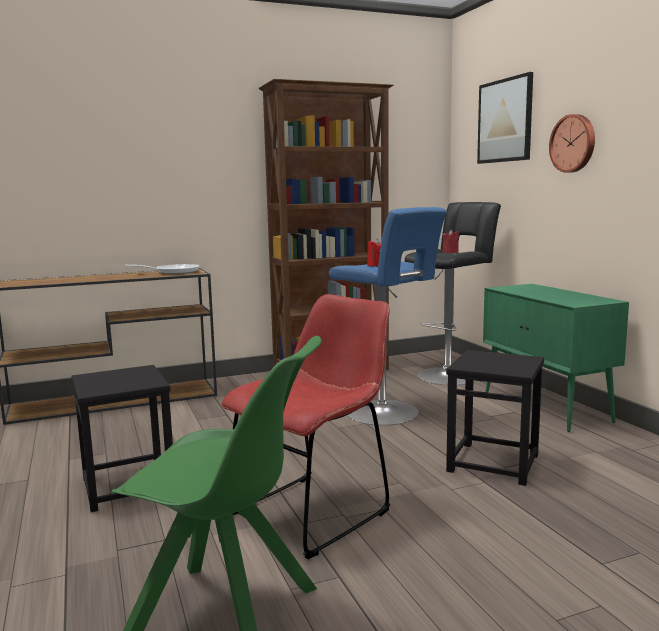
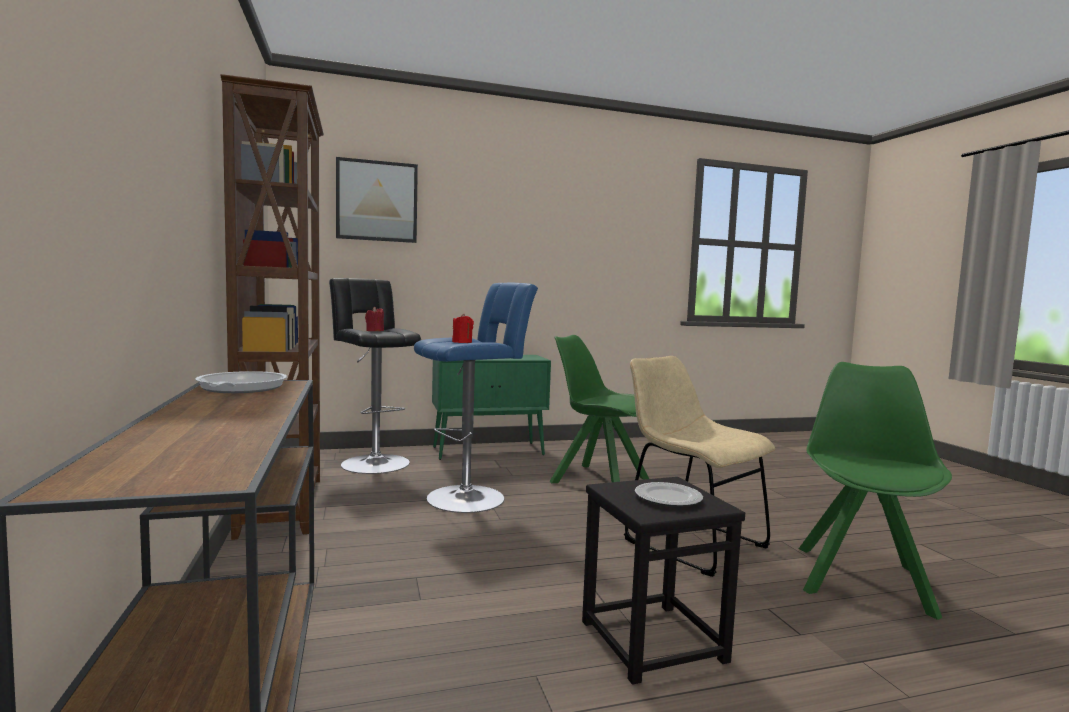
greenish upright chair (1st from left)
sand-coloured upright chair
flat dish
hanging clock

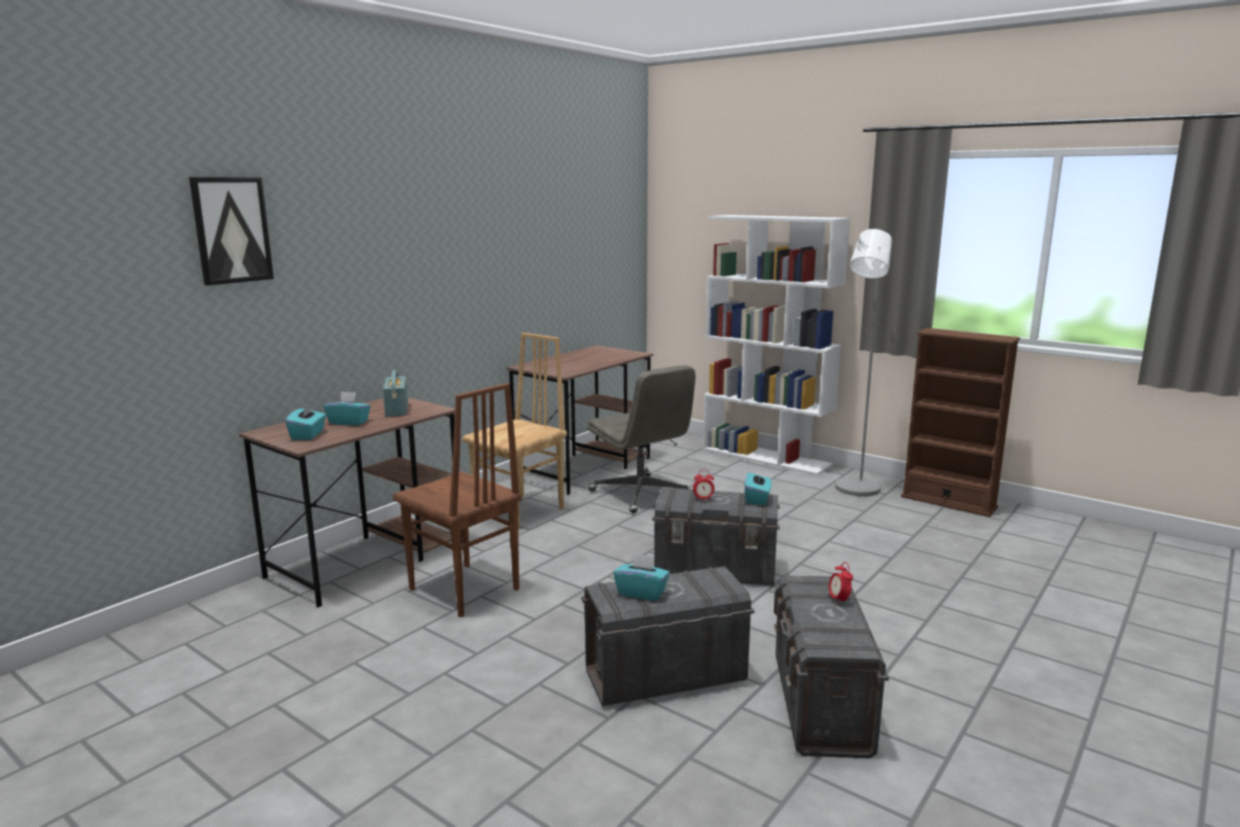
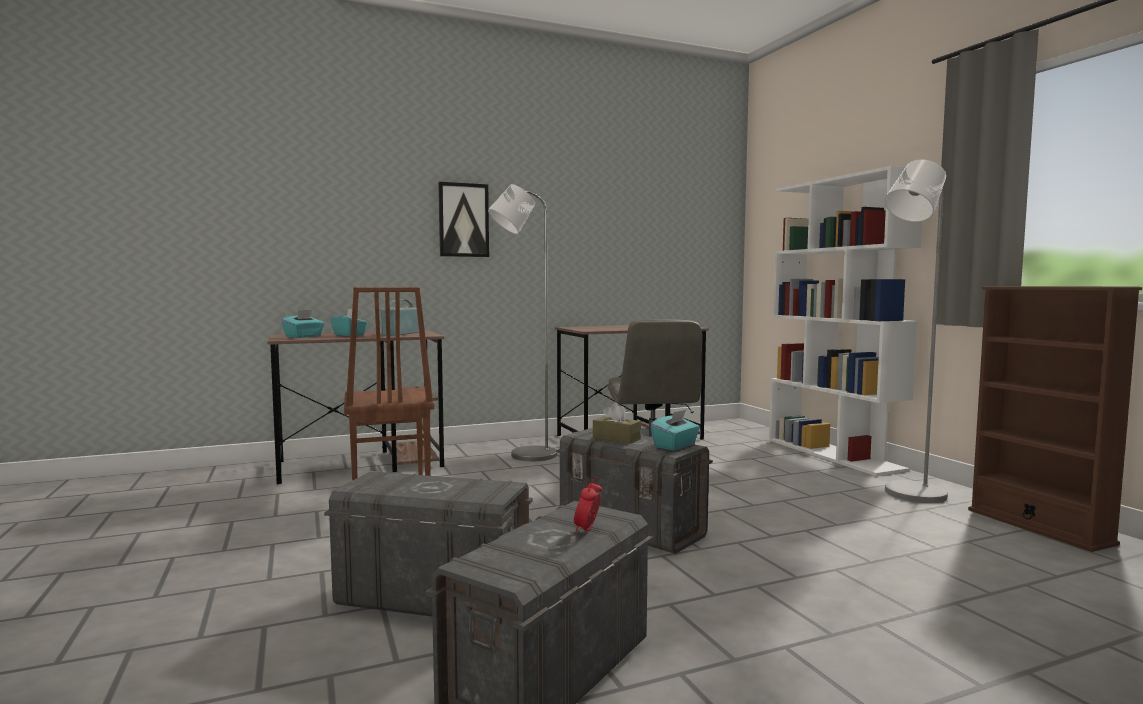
wall picture
grey floor lamp (1st from left)
brown-coloured box of tissues
turquoise box of tissues (3rd from left in the first image)

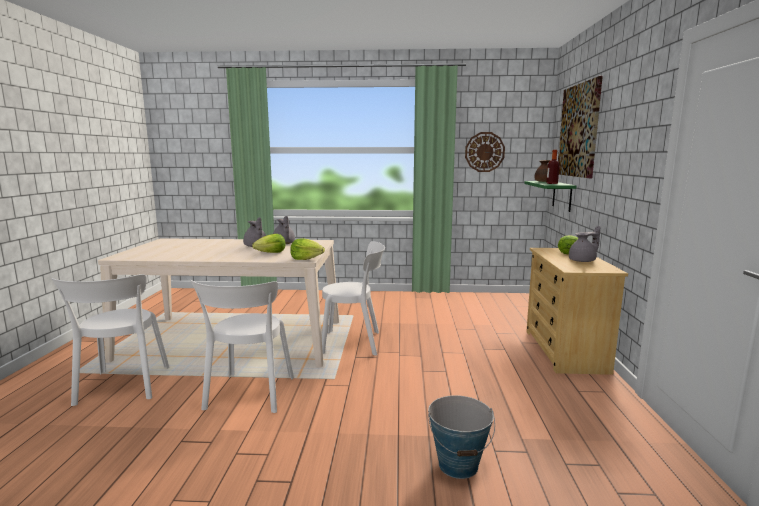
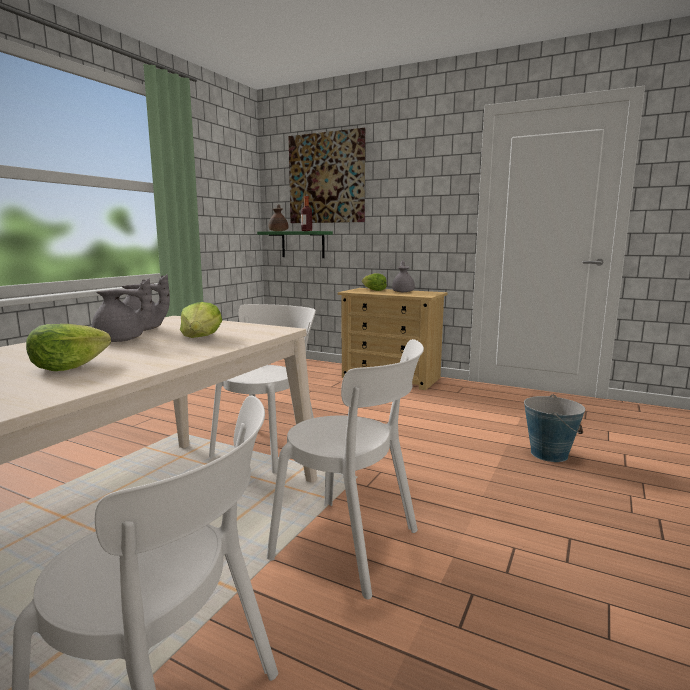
lettuce head (1st from left)
hanging clock

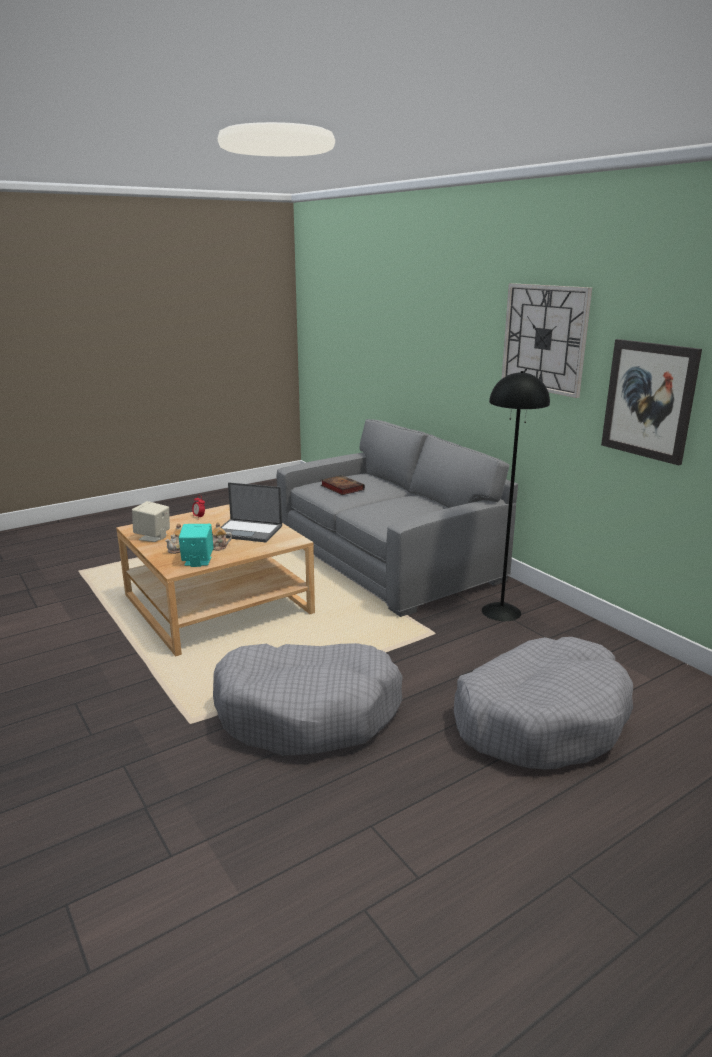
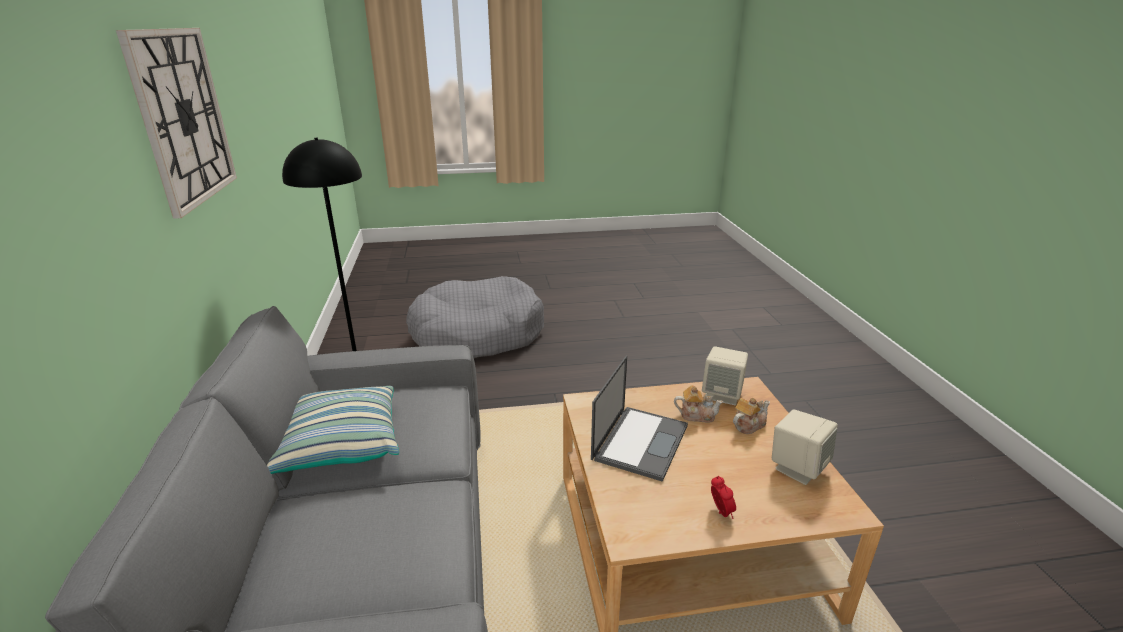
pillow
portable computer
sand-coloured speaker (1st from left)
grey dog bed (1st from left in the first image)
volume
wall picture

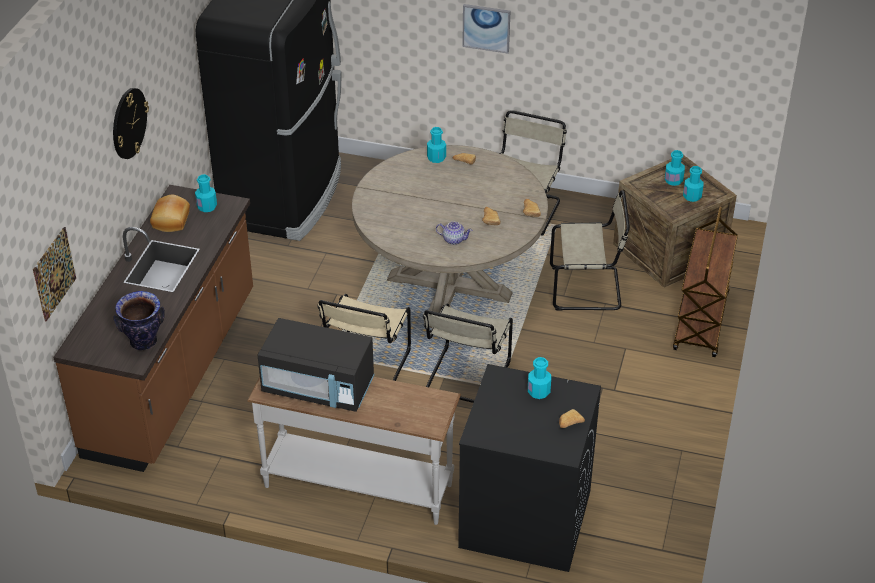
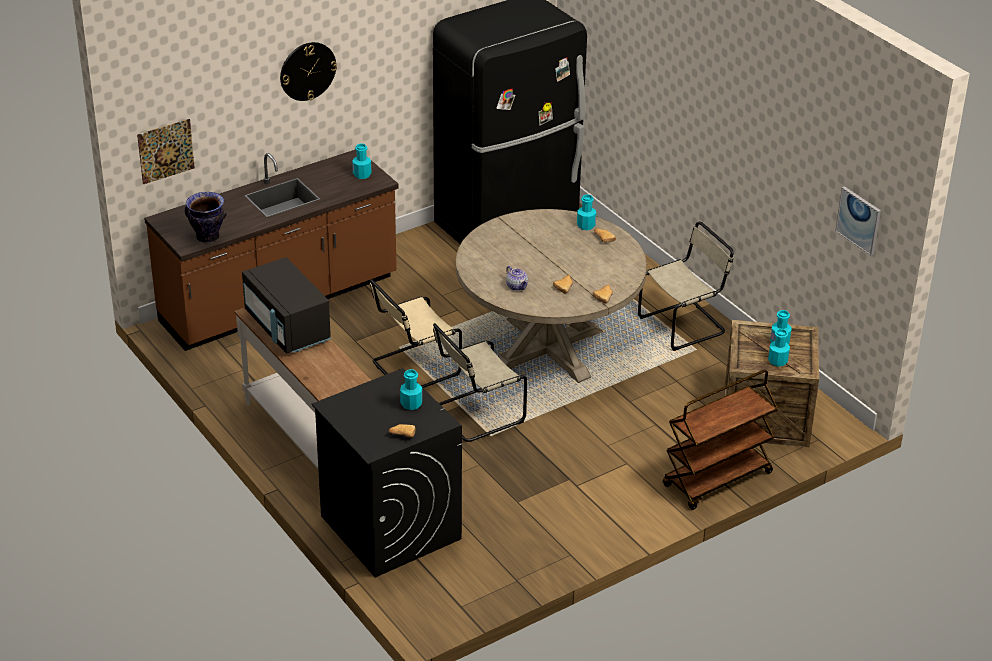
wall picture (2nd from left)
bakery bread (1st from left in the first image)
sand-coloured upright chair (4th from left in the first image)

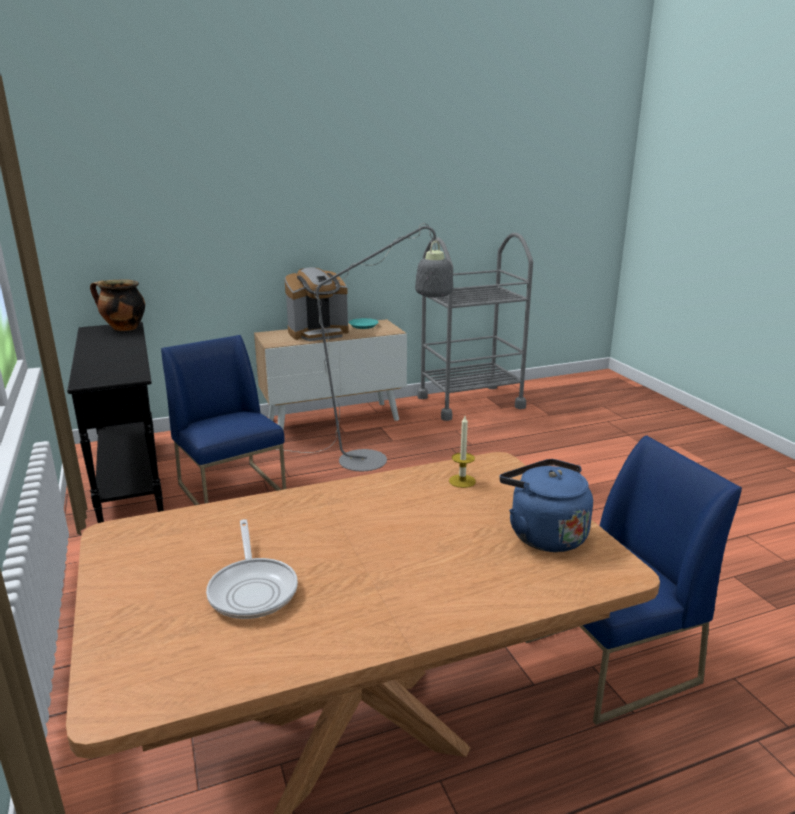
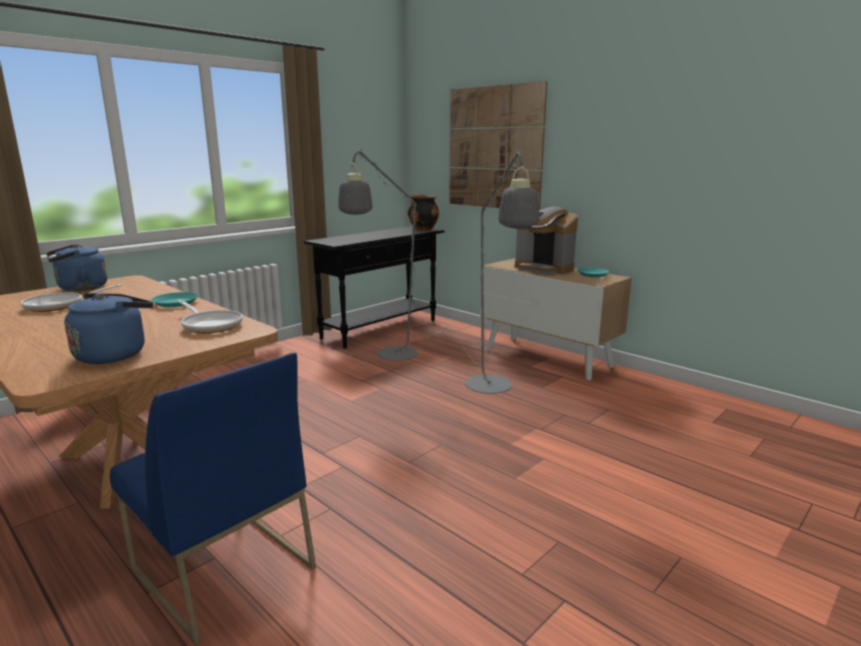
bluish kettle (1st from left)
turquoise flat dish (1st from left)
skillet (2nd from left)
grey floor lamp (1st from left)
wall picture
grey wheeled cart

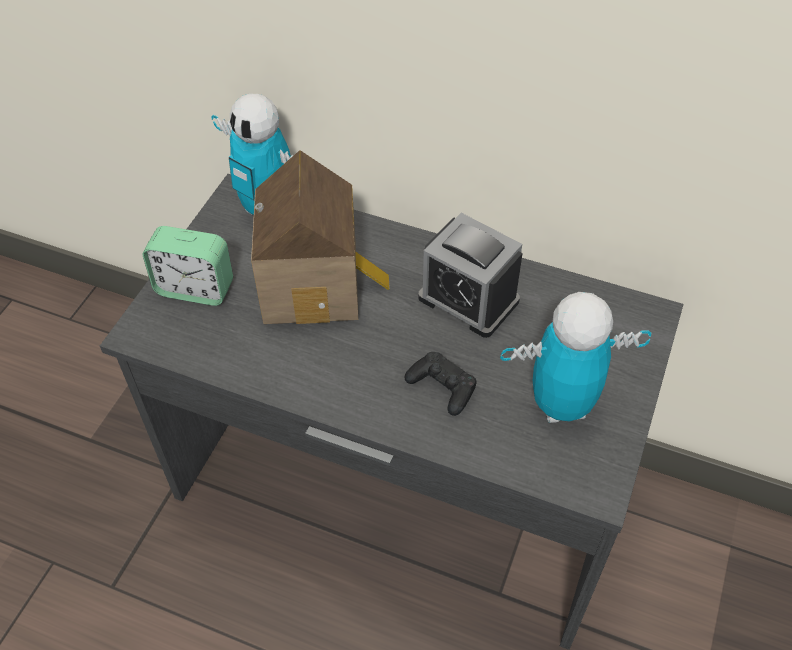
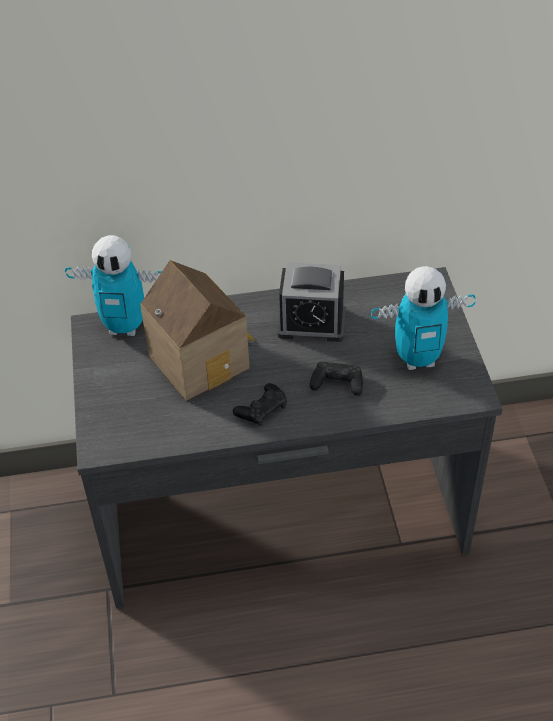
black game controller (1st from left)
model robot (2nd from left)
bedside clock (1st from left in the first image)

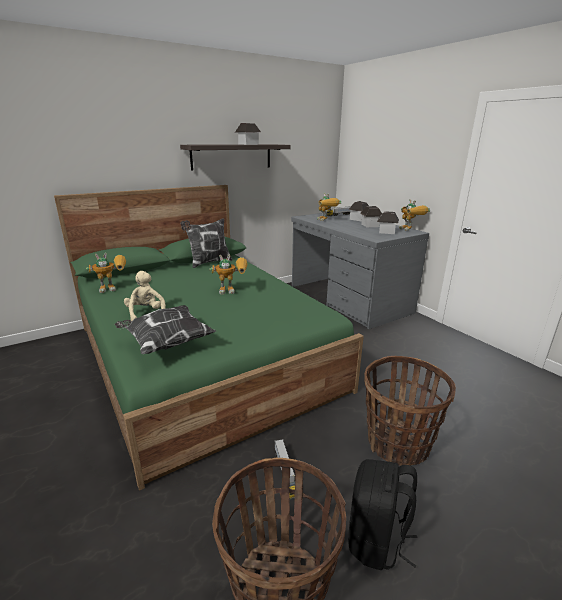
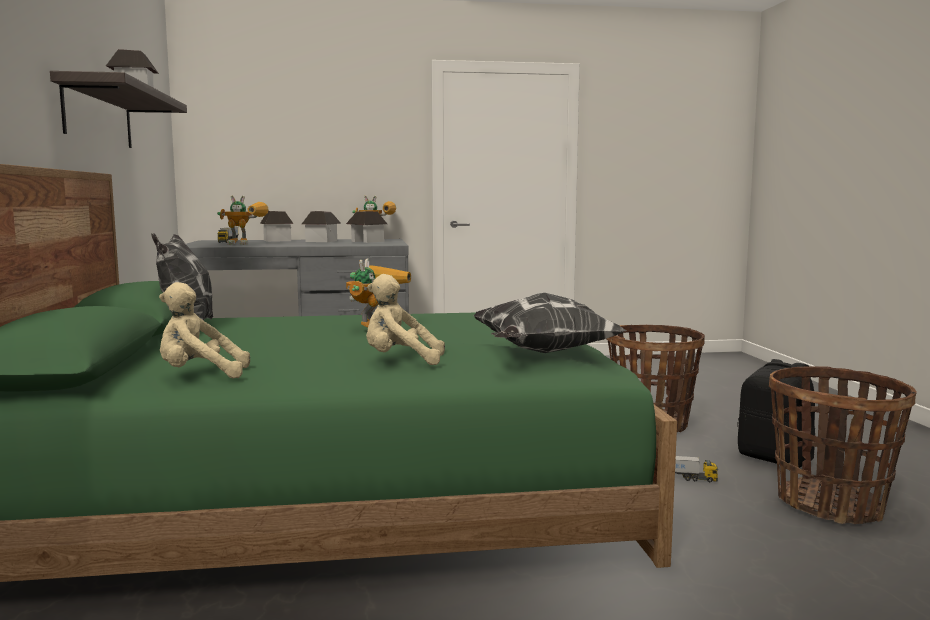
sand-coloured soft toy (1st from left)

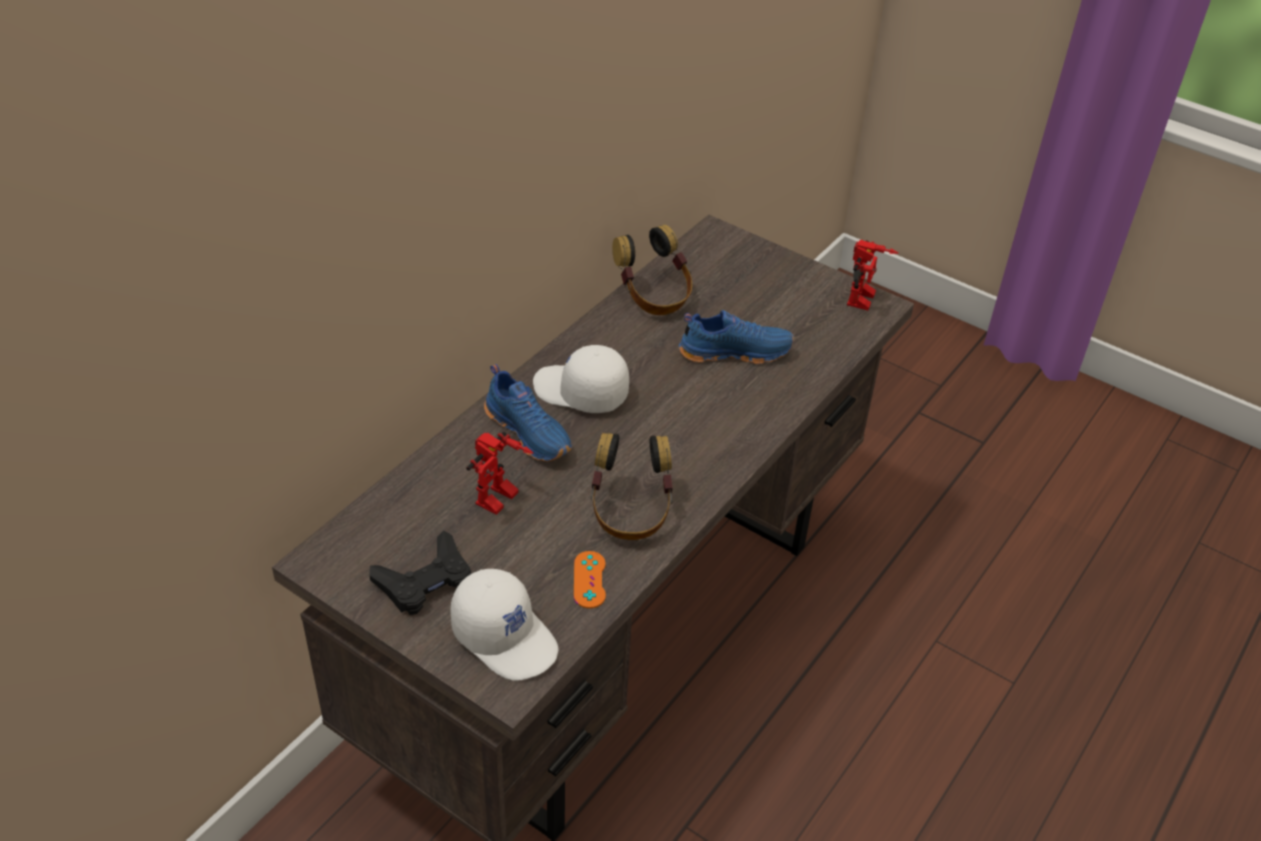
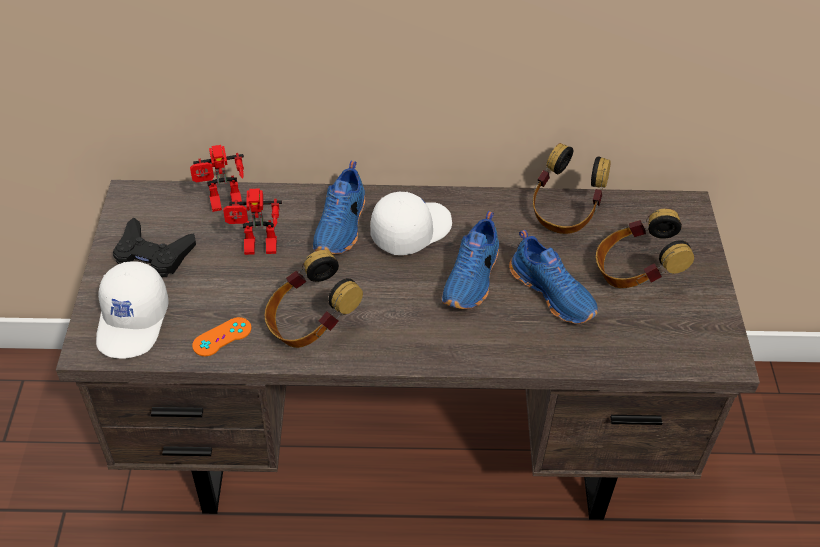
model robot (1st from left)
white cap (2nd from left)
bluish shoe (2nd from left)
pair of headphones (3rd from left)

